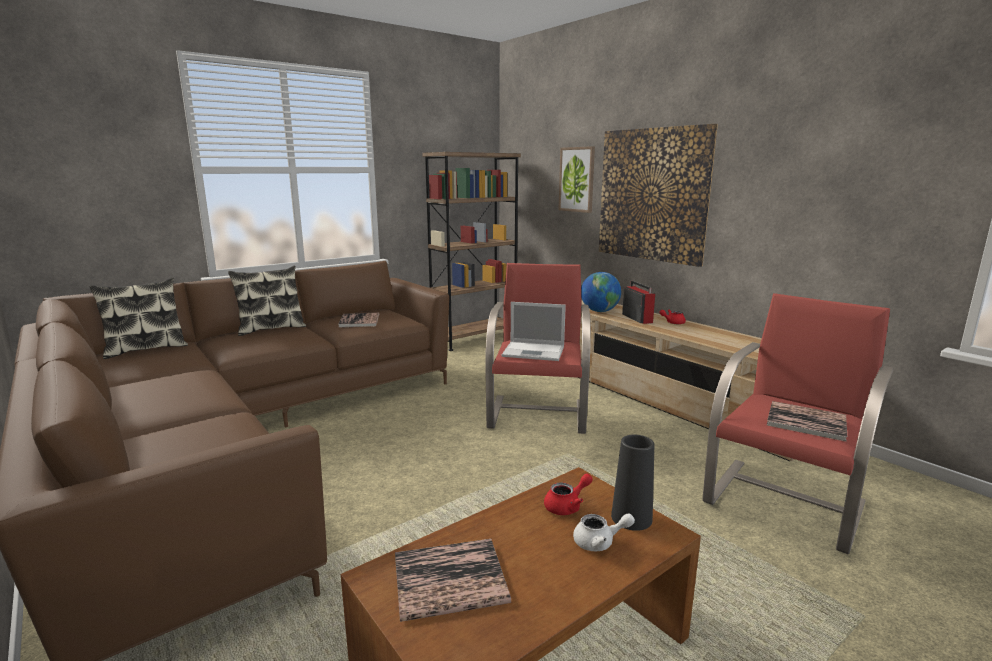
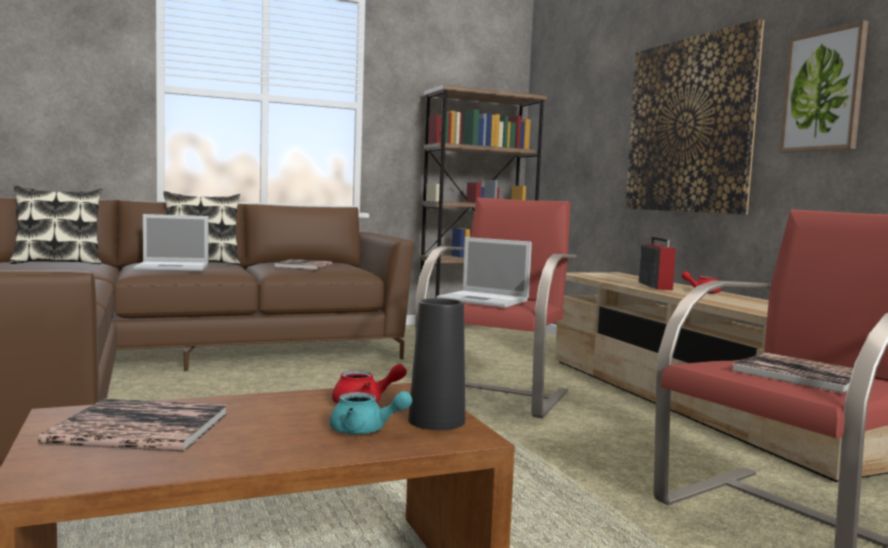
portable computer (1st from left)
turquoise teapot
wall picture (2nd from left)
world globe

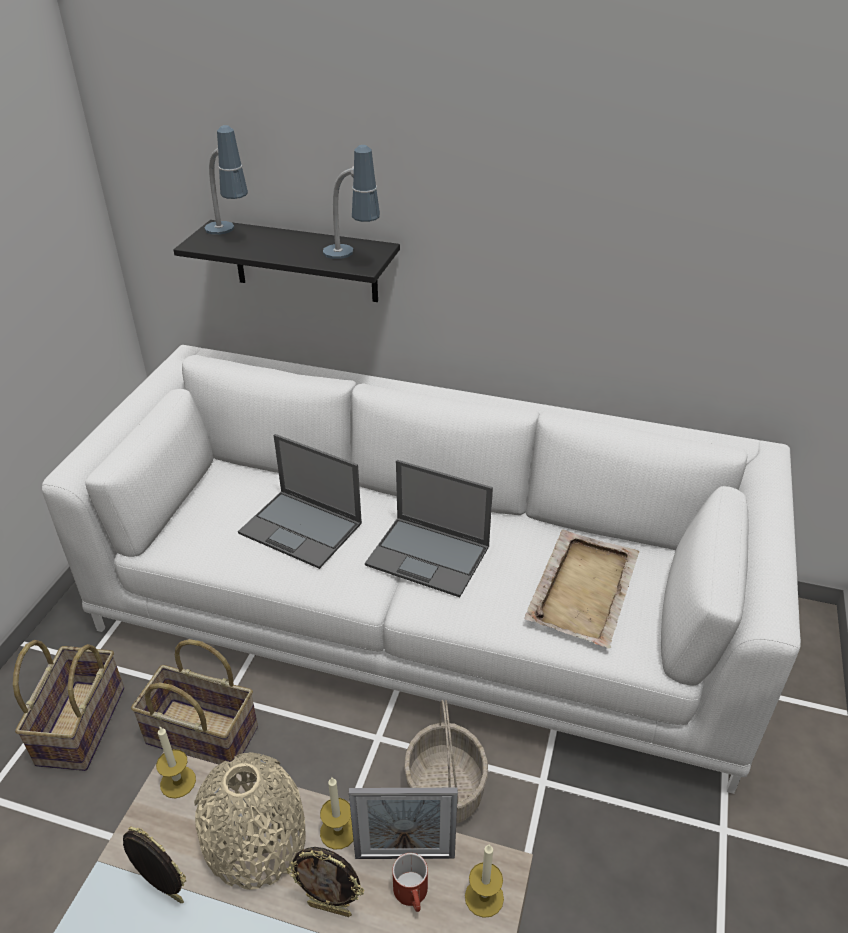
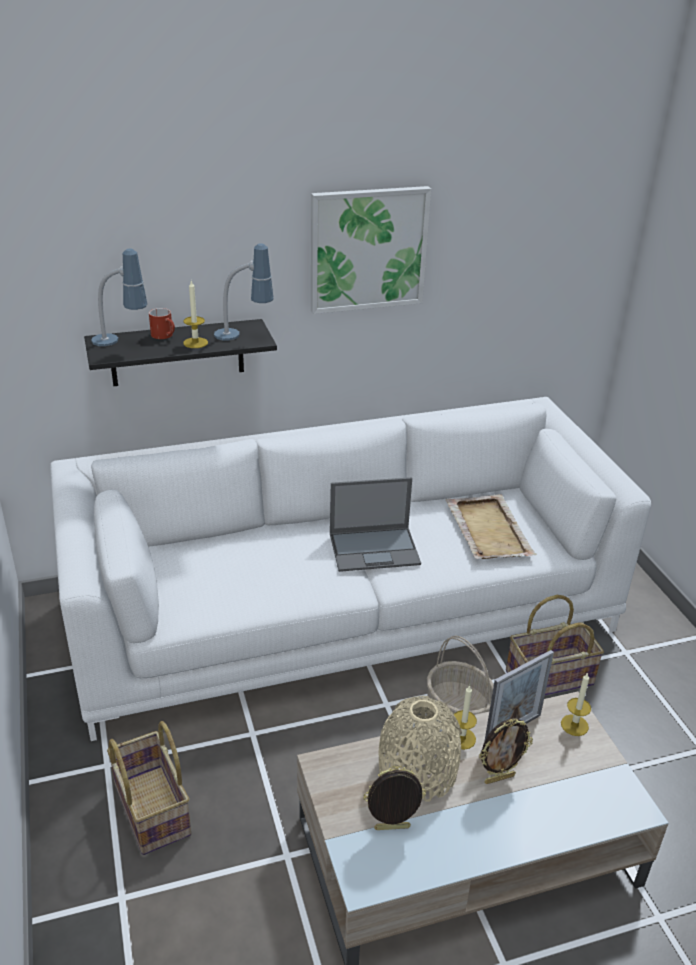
red tea mug
wax light (1st from left)
wall picture
basket (3rd from left)
portable computer (1st from left in the first image)

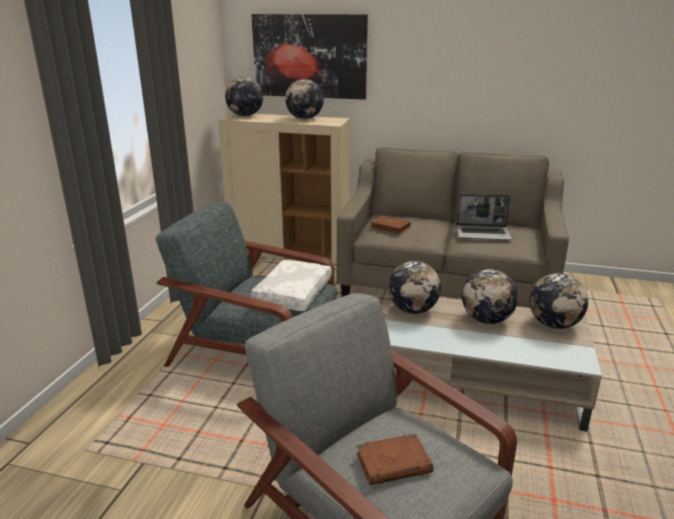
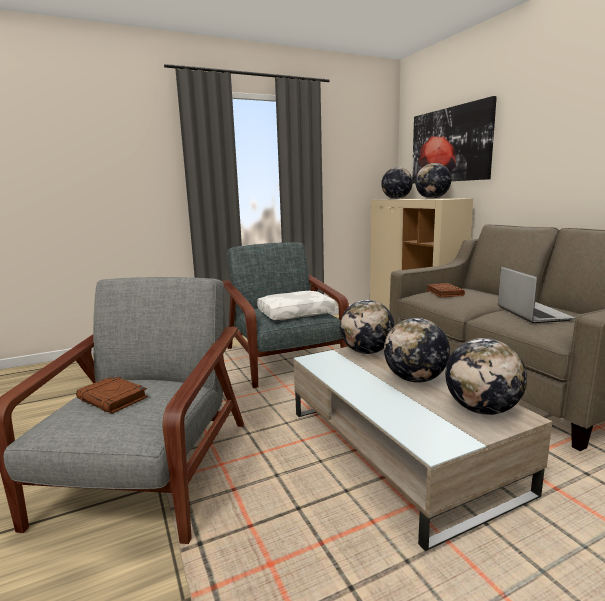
portable computer

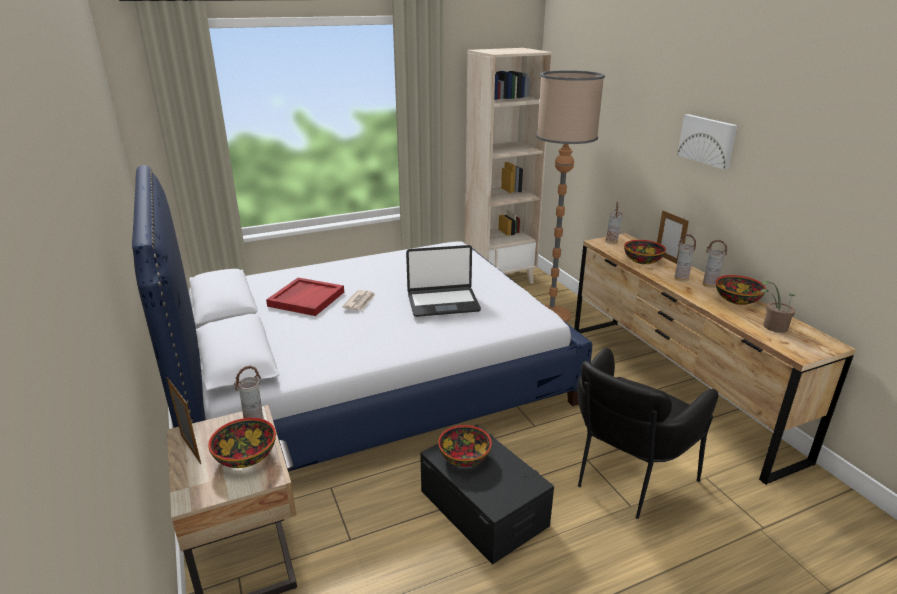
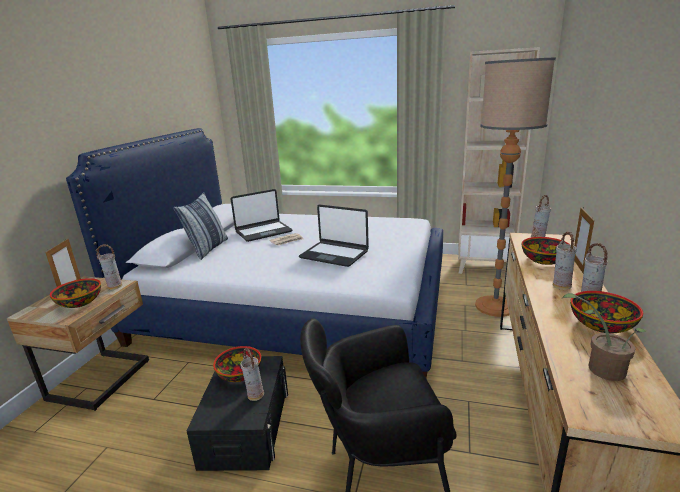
pillow
portable computer (1st from left)
decorative vase (2nd from left)
wall picture

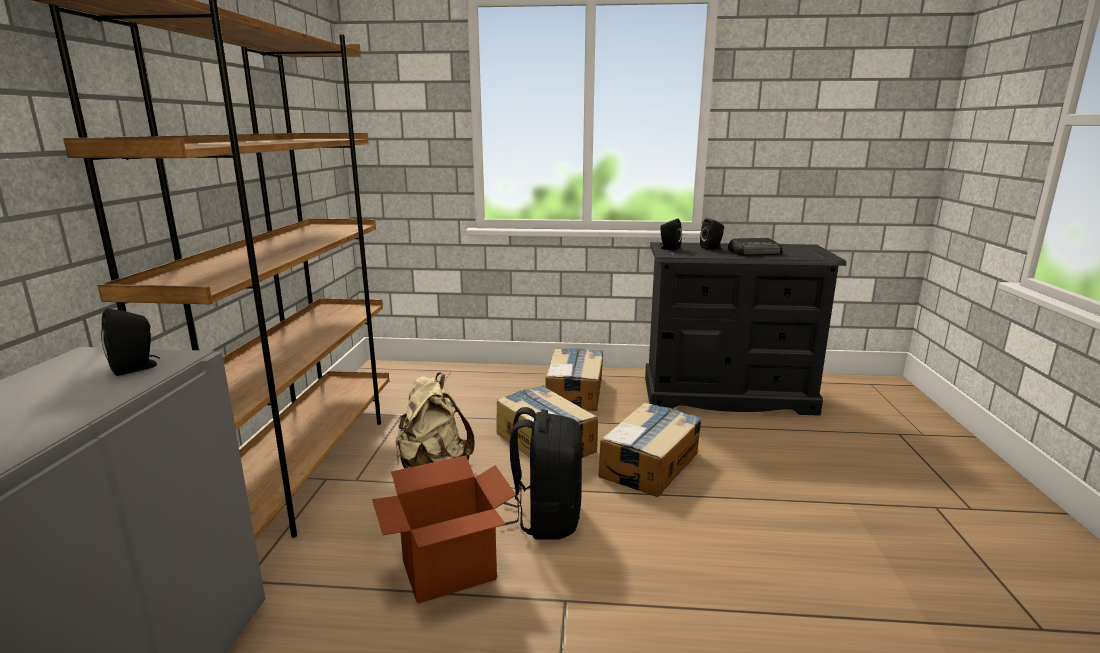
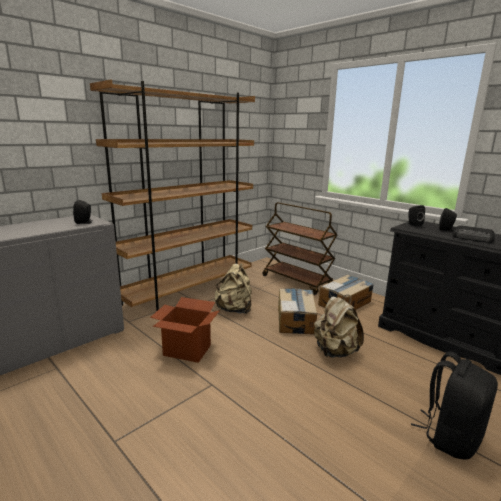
brown-coloured wheeled cart
sand-coloured backpack (2nd from left)
black backpack

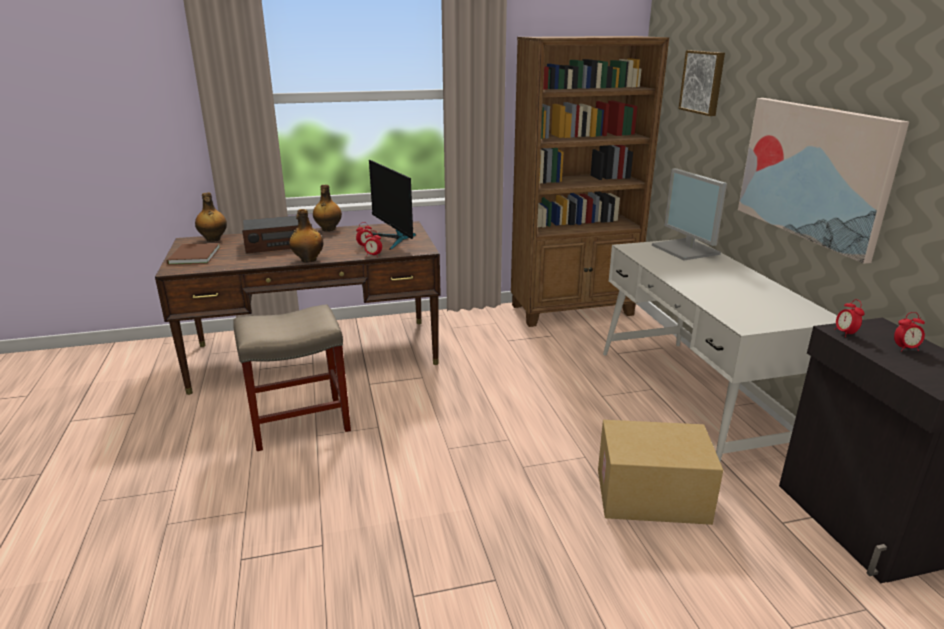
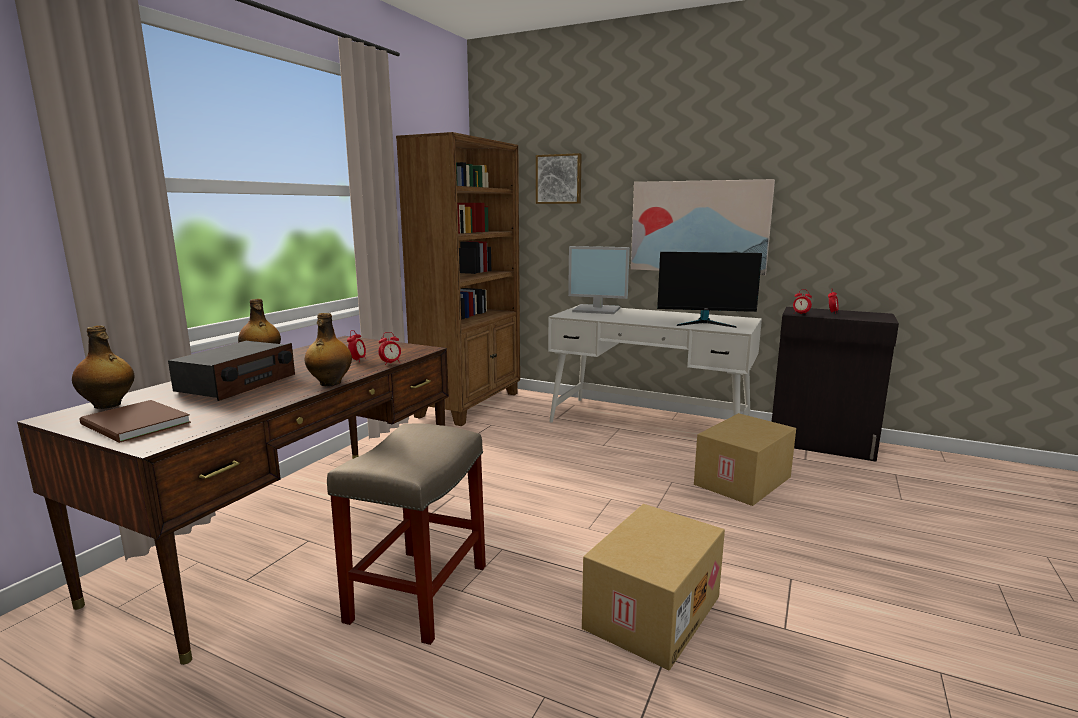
cardboard box (1st from left)
computer screen (2nd from left)

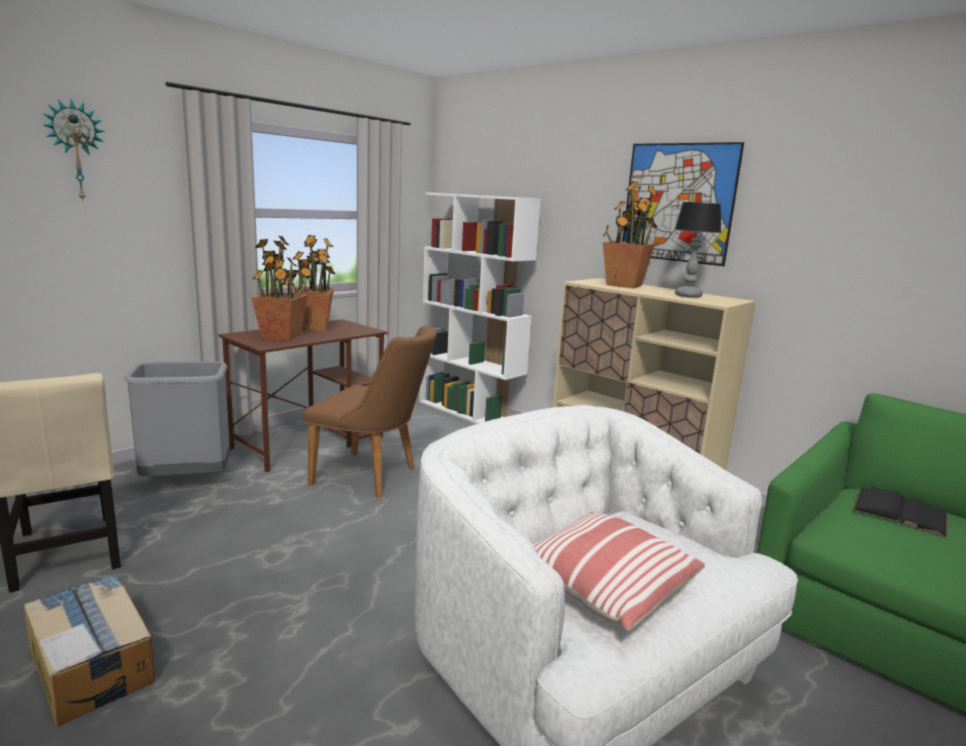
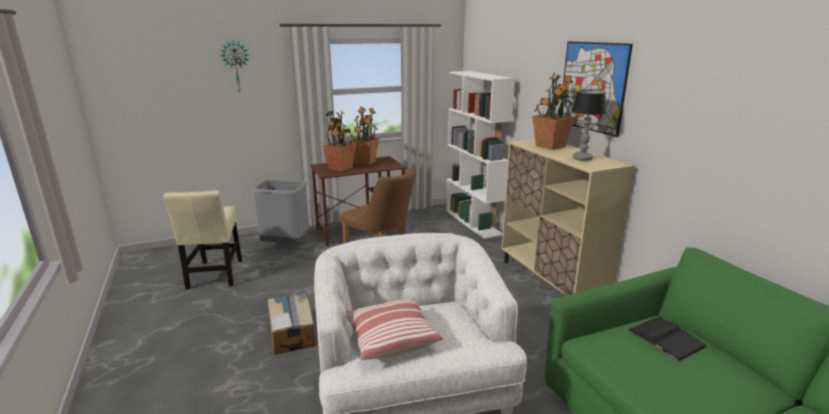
cardboard box

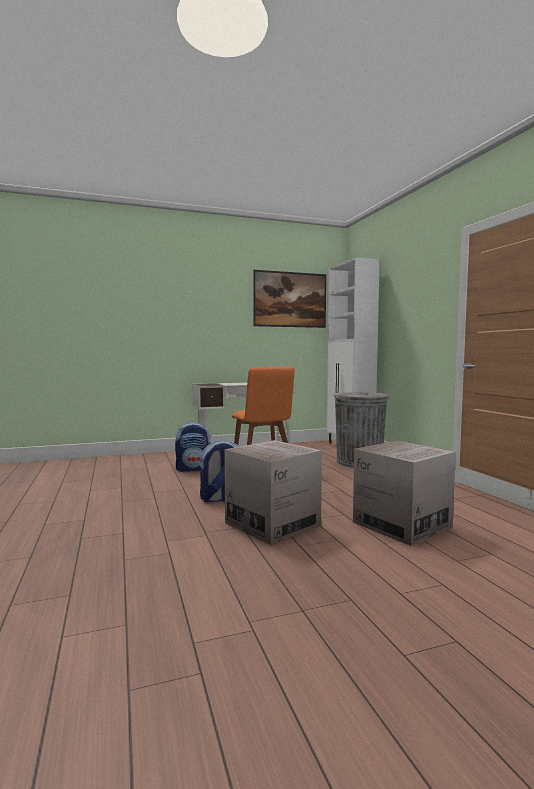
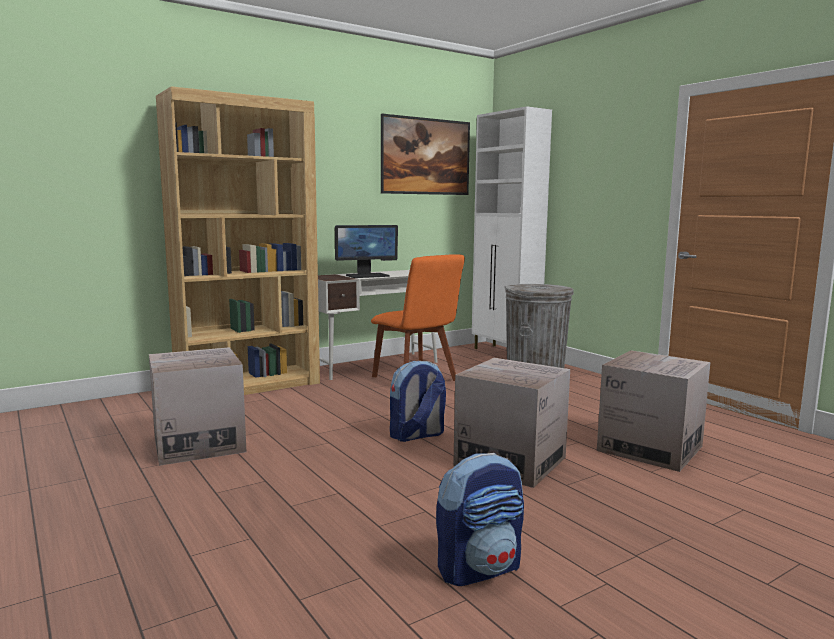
cardboard box (1st from left)
brown-coloured bookshelf
computer screen
backpack (2nd from left)

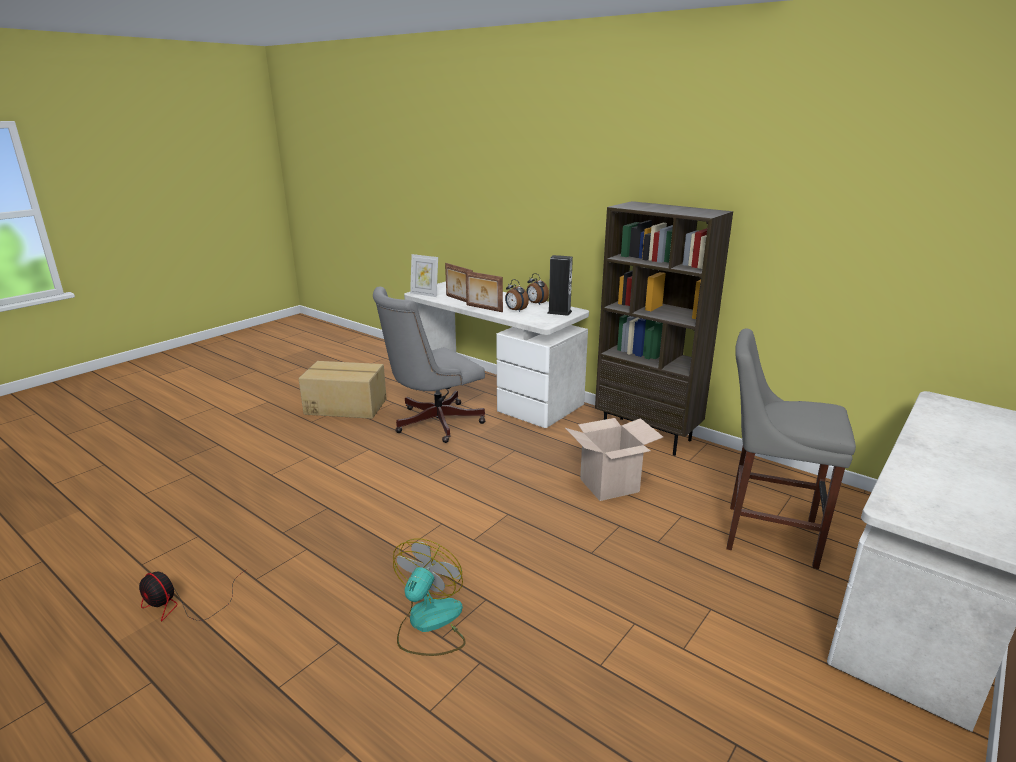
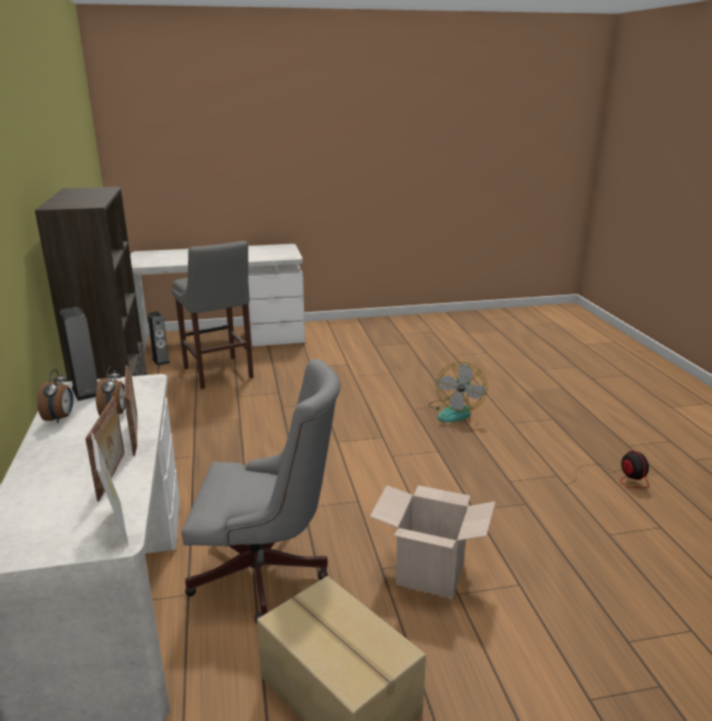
speaker (2nd from left)
cardboard box (2nd from left)
electric fan (1st from left)

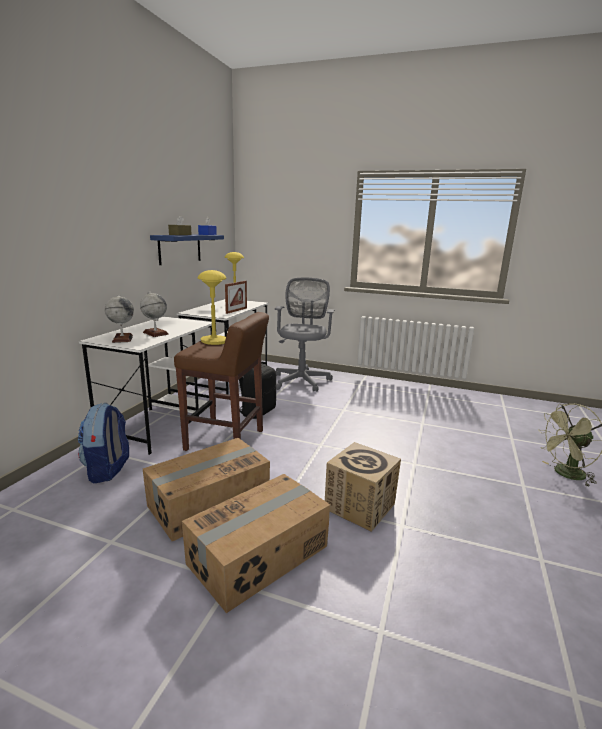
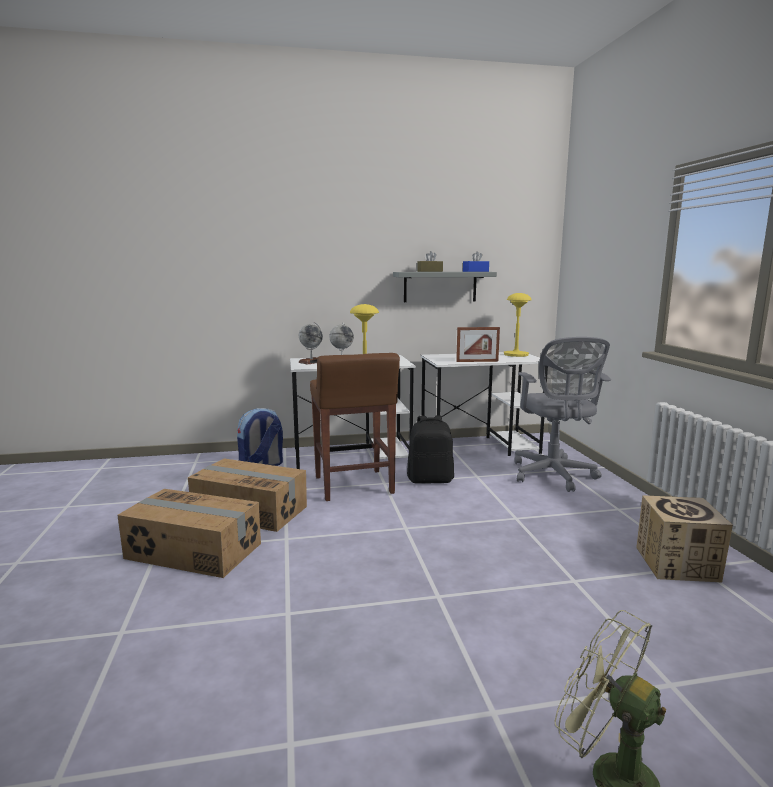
grey wall shelf
grey computer chair
cardboard box (3rd from left)

